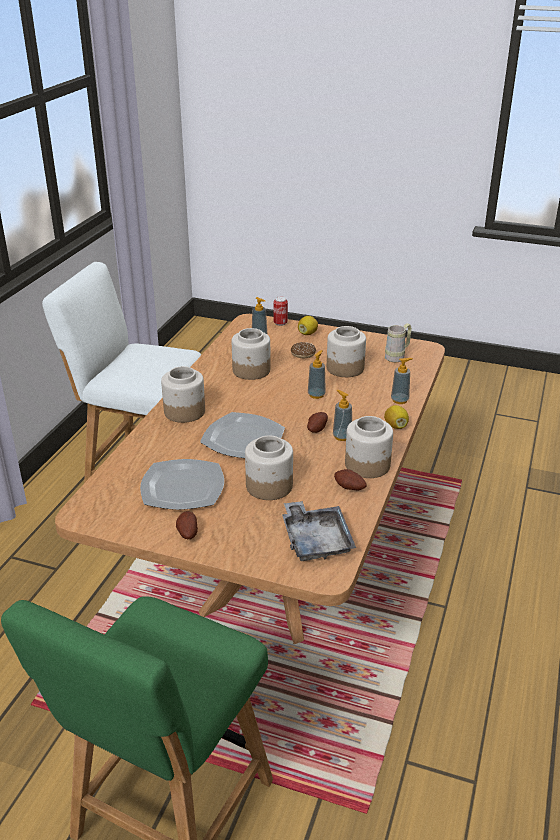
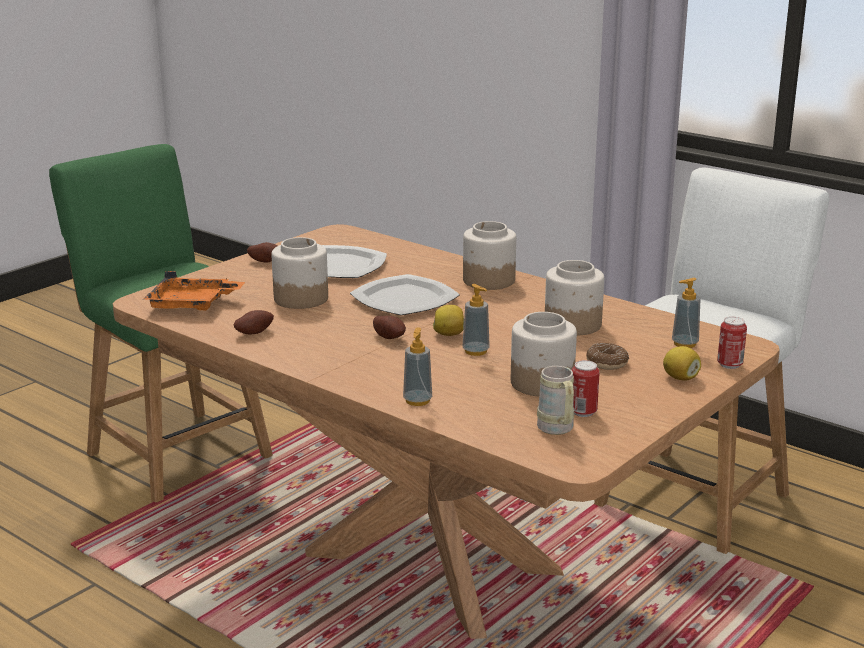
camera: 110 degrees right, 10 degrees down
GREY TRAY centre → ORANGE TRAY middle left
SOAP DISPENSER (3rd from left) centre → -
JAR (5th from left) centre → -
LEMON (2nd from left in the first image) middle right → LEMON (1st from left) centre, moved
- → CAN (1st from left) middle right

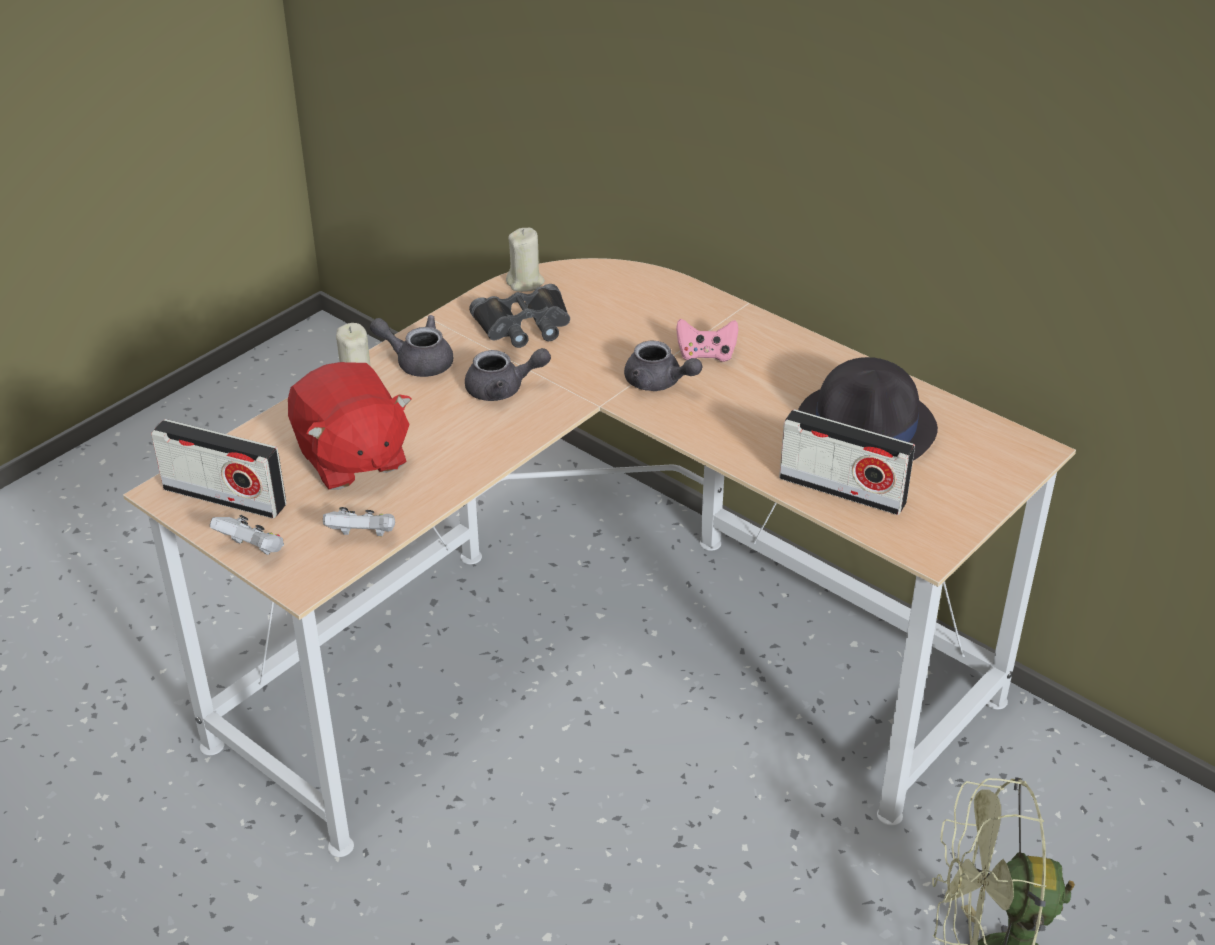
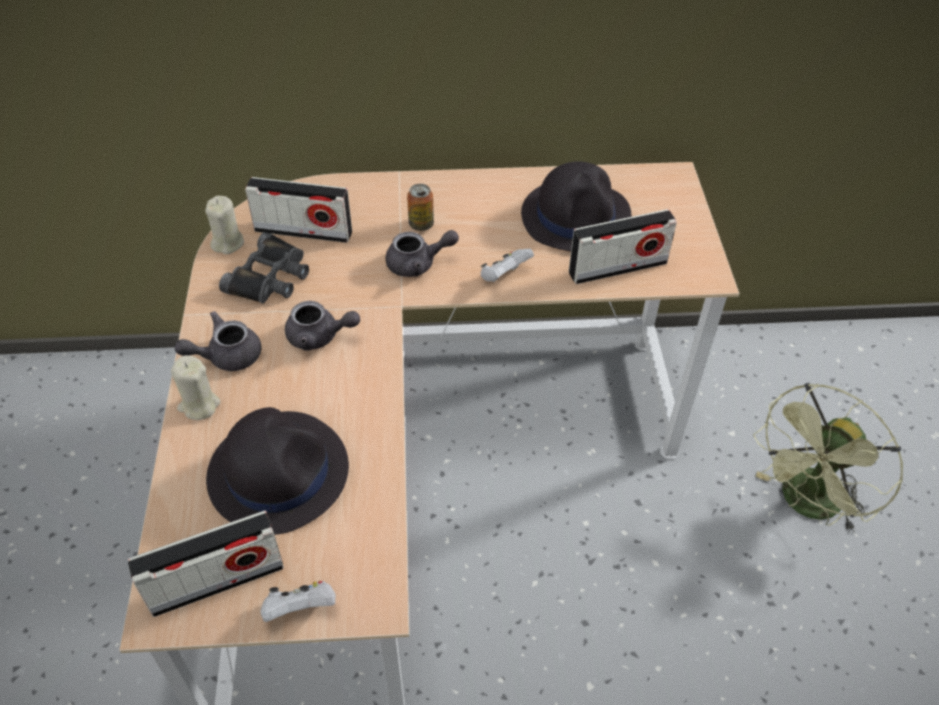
camera: 45 degrees left, 10 degrees up
RED PLUSH TOY middle left → BLACK HAT (1st from left) bottom left
WHITE GAME CONTROLLER (2nd from left) middle left → WHITE GAME CONTROLLER (2nd from left) centre, moved
GREY TEAPOT (2nd from left) centre, 60 degrees clockwise
PINK GAME CONTROLLER centre → CAN top centre
- → RADIO (2nd from left) top left

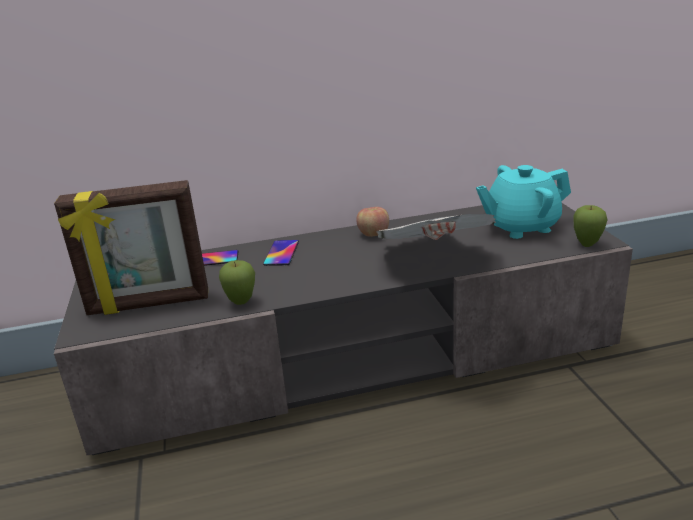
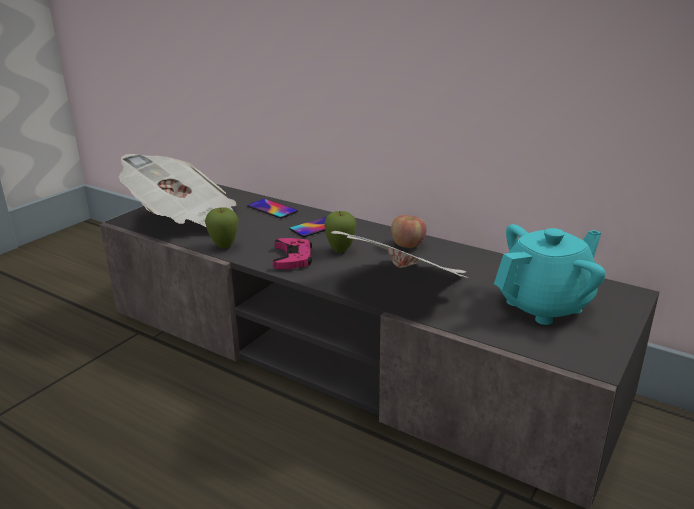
camera: 45 degrees right, 0 degrees up
PICTURE FRAME middle left → NEWSPAPER (1st from left) middle left
TURQUOISE TEAPOT middle right, 120 degrees clockwise
APPLE (3rd from left in the first image) middle right → APPLE (2nd from left) centre, moved
- → PINK GAME CONTROLLER centre

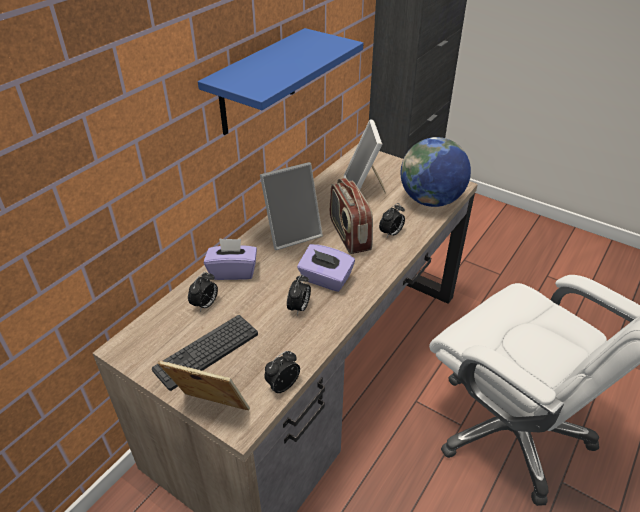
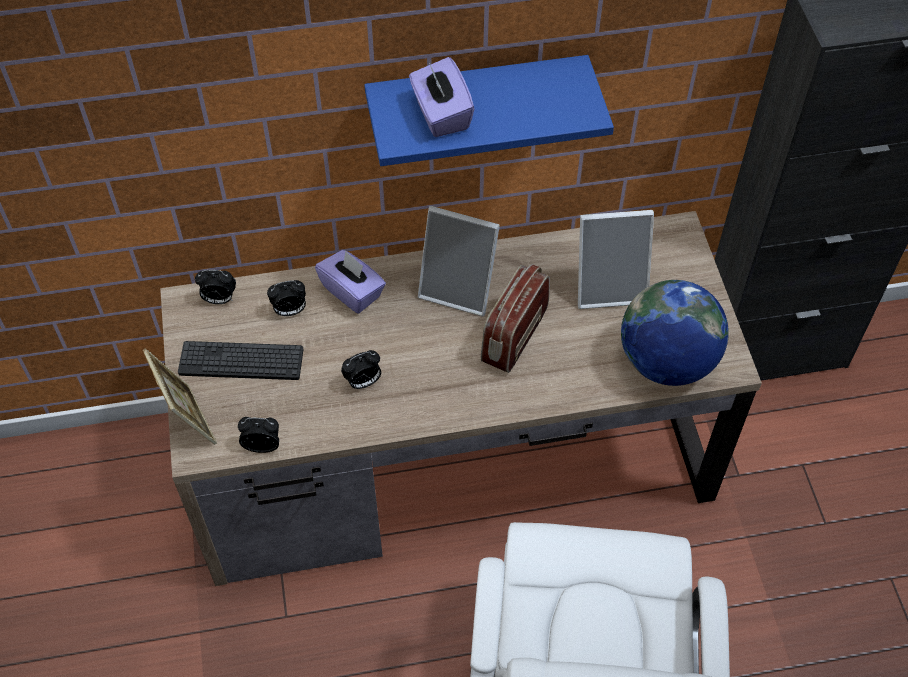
camera: 45 degrees right, 15 degrees up
PURPLE TISSUE BOX (2nd from left) centre → PURPLE TISSUE BOX (2nd from left) top centre, moved
PICTURE FRAME (3rd from left) top centre → PICTURE FRAME (3rd from left) middle right, 135 degrees counterclockwise
ALARM CLOCK (4th from left in the first image) centre → ALARM CLOCK (1st from left) middle left, moved

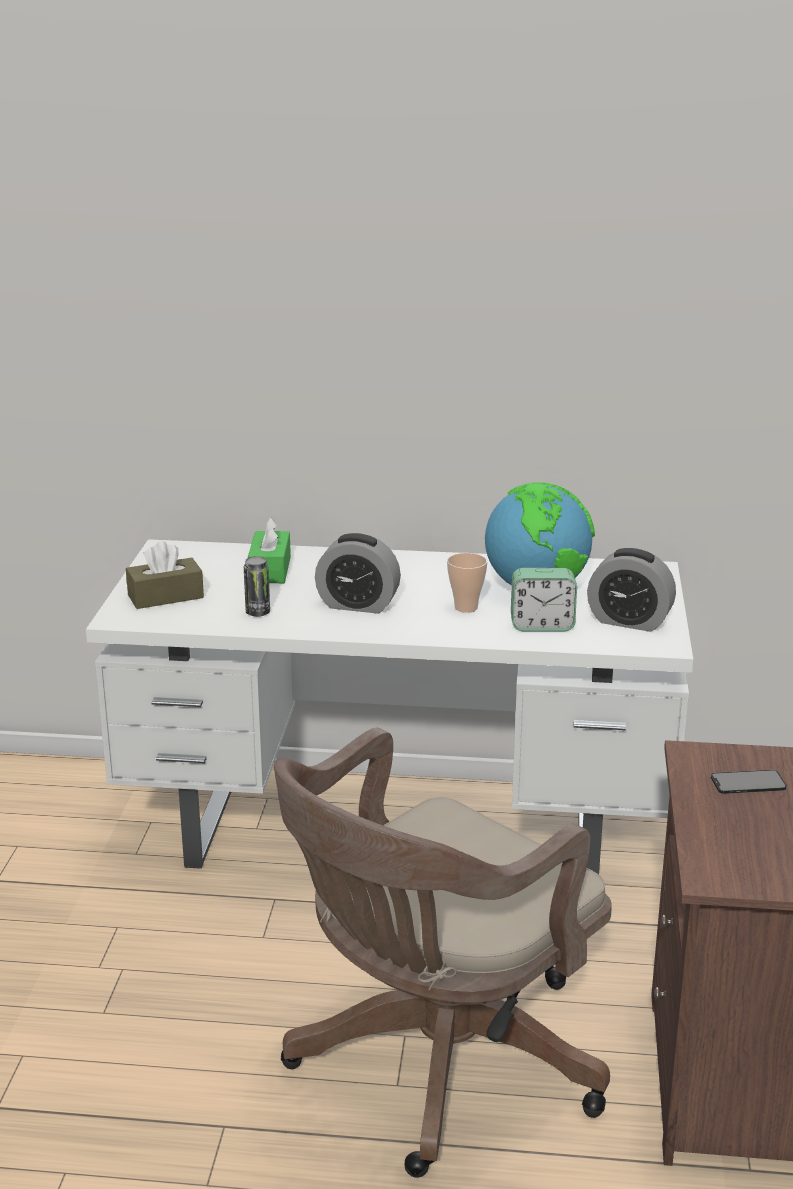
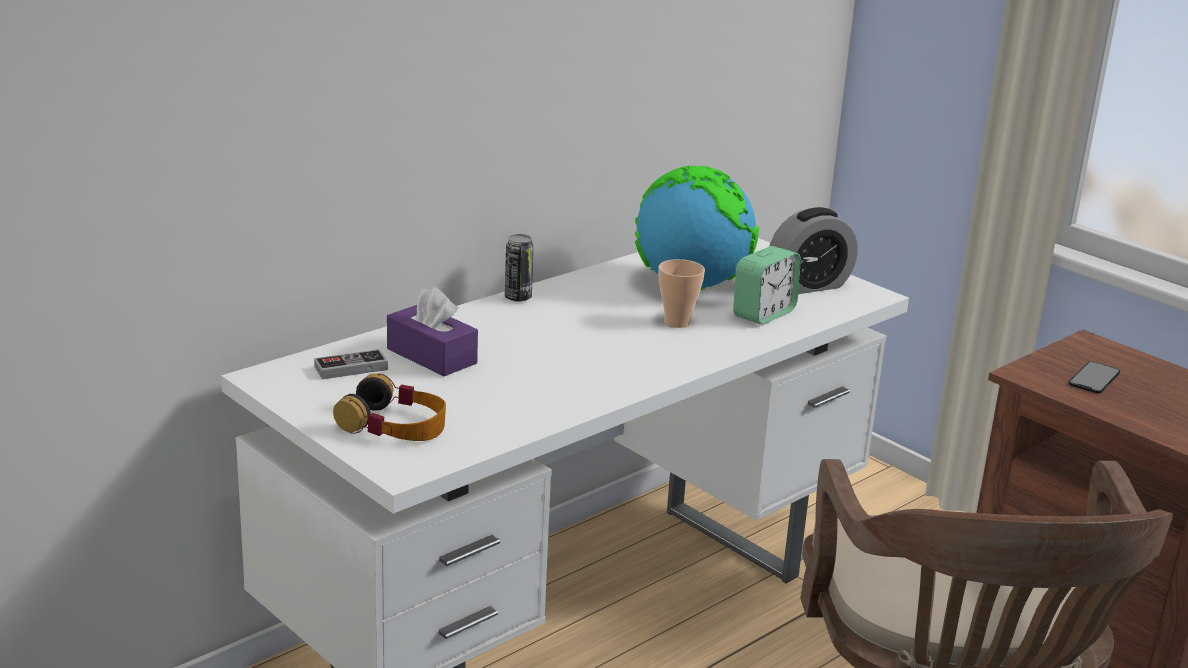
camera: 50 degrees left, 0 degrees up
BROWN TISSUE BOX middle left → HEADPHONES middle left
CAN middle left → CAN centre, moved
GREEN TISSUE BOX centre → PURPLE TISSUE BOX centre
ALARM CLOCK (1st from left) centre → -
- → GAME CONTROLLER middle left

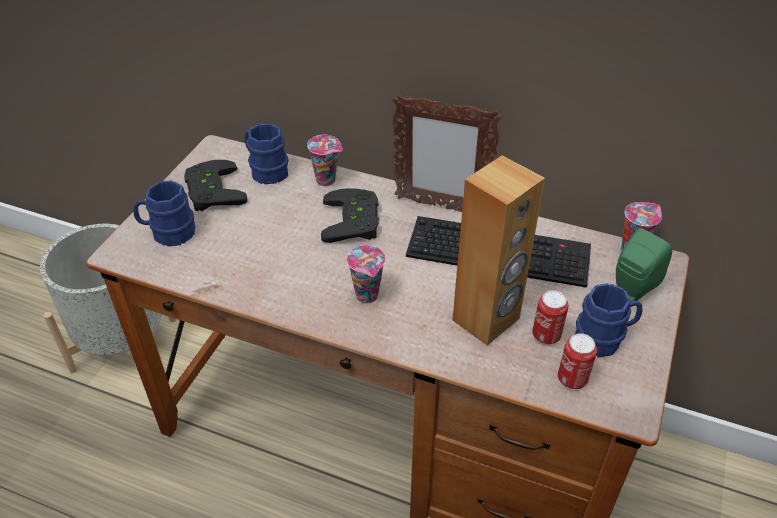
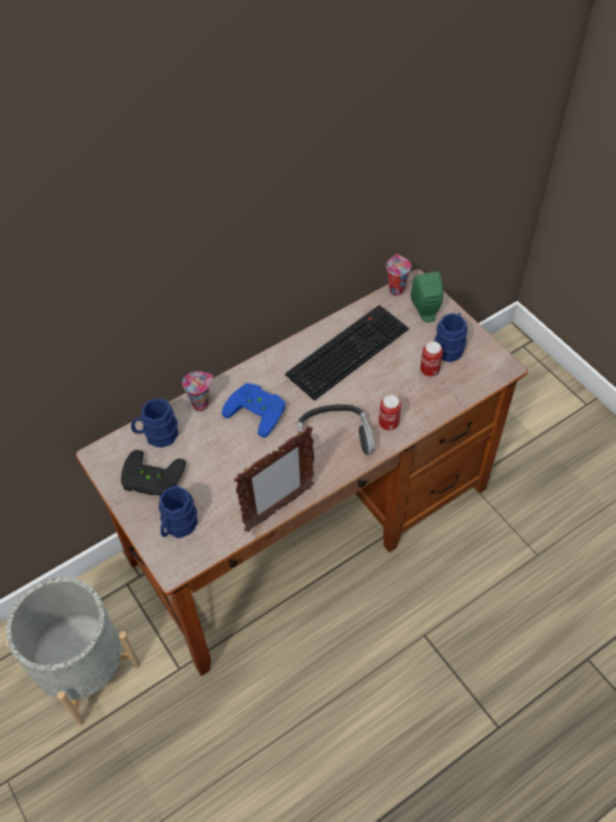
camera: 55 degrees left, 10 degrees up
BLACK GAME CONTROLLER (2nd from left) centre → BLUE GAME CONTROLLER centre
CUP (2nd from left) centre → HEADPHONES centre
PICTURE FRAME top centre → PICTURE FRAME centre, moved
BROWN SPEAKER centre → -
CAN (2nd from left in the first image) bottom right → CAN (1st from left) centre, moved

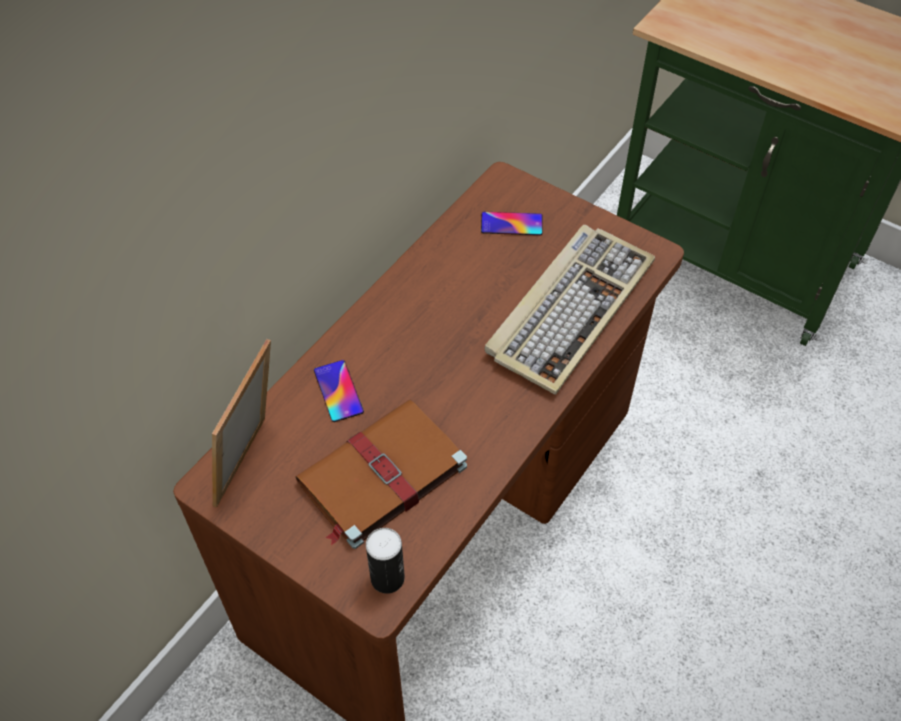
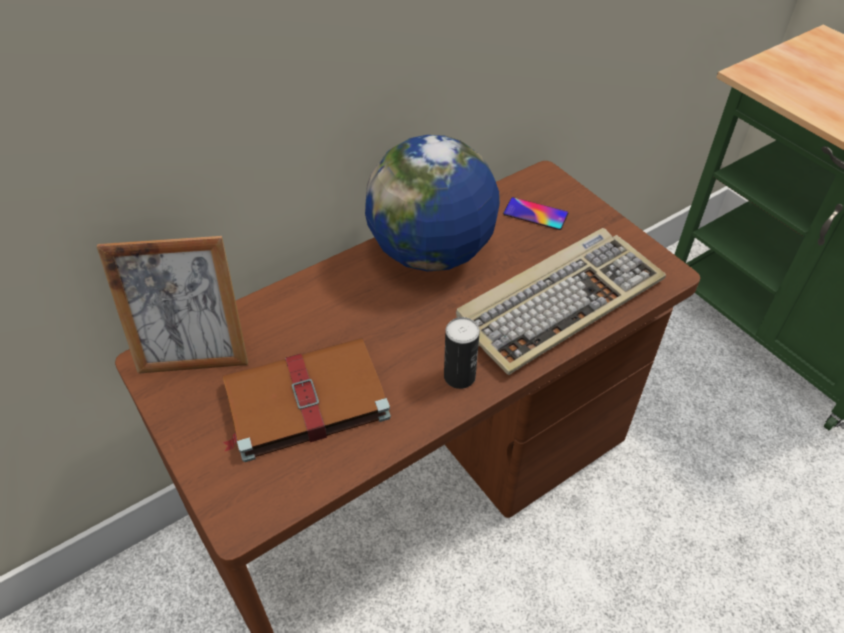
camera: 20 degrees right, 5 degrees down
PICTURE FRAME middle left, 135 degrees counterclockwise
PHONE (1st from left) centre → -
CAN bottom centre → CAN centre, moved
- → GLOBE top centre

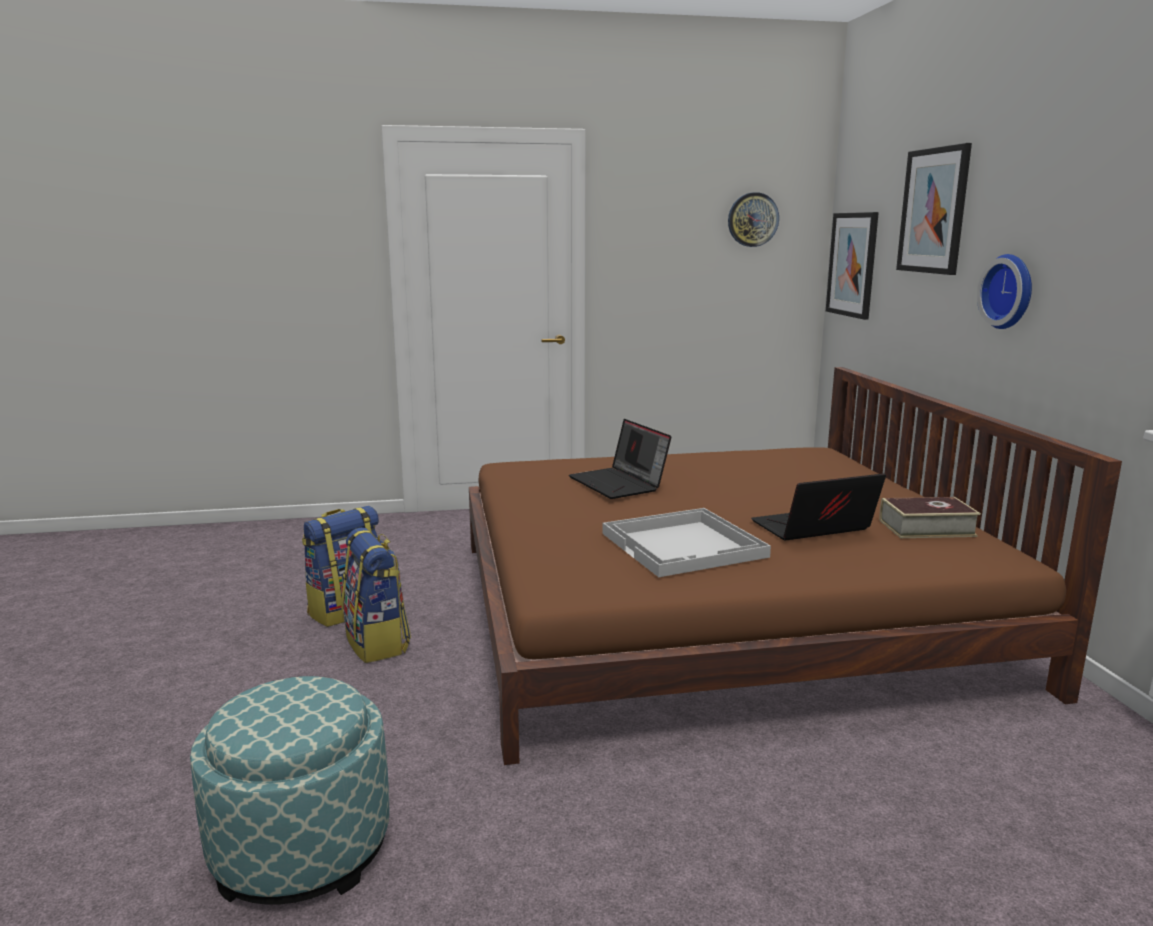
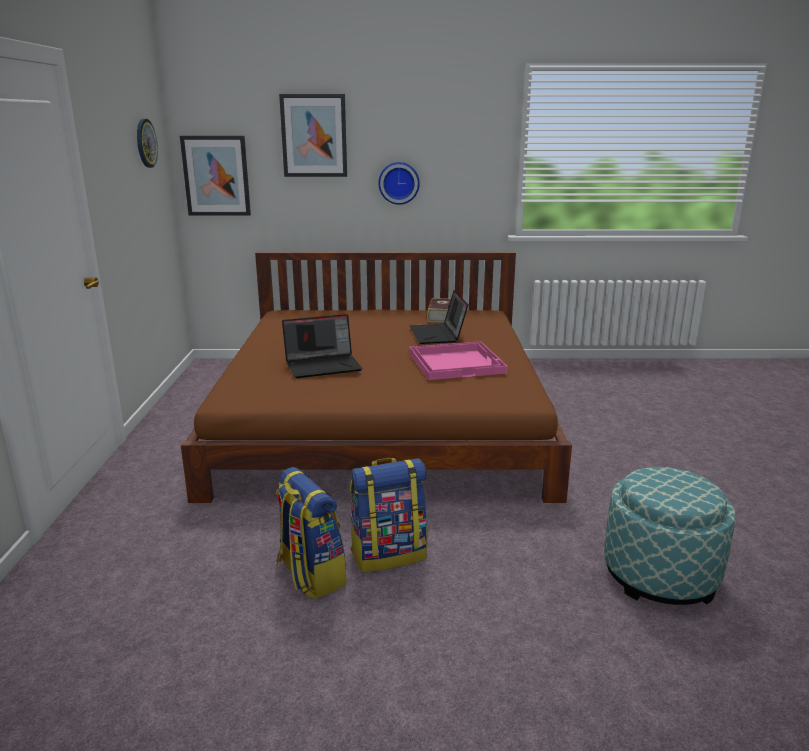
camera: 80 degrees left, 5 degrees up
WHITE TRAY centre → PINK TRAY centre

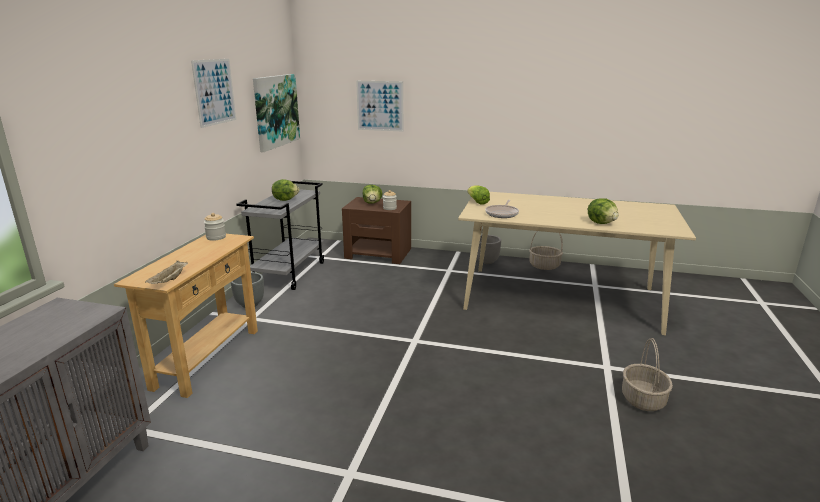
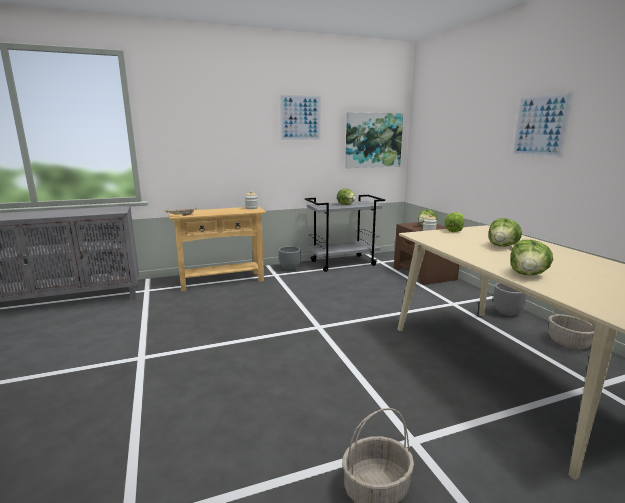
camera: 55 degrees right, 5 degrees down
PICTURE (3rd from left) top centre → PICTURE (3rd from left) top right, moved
FRYING PAN centre → -
- → LETTUCE (4th from left) middle right

